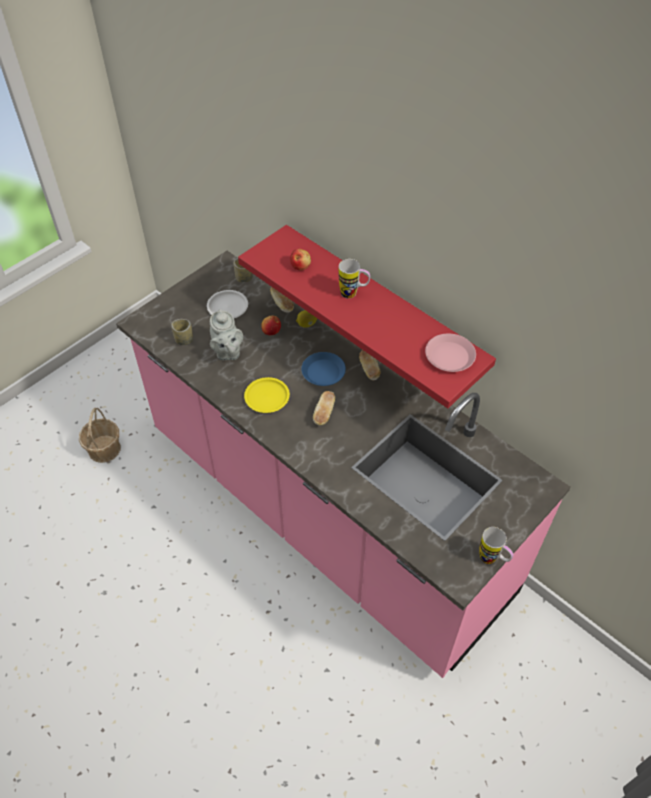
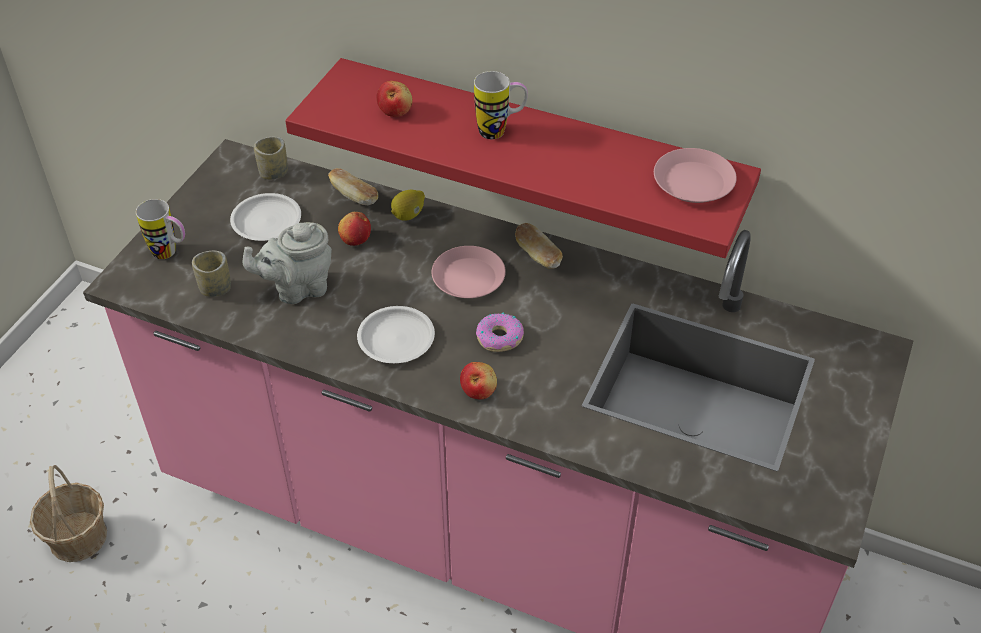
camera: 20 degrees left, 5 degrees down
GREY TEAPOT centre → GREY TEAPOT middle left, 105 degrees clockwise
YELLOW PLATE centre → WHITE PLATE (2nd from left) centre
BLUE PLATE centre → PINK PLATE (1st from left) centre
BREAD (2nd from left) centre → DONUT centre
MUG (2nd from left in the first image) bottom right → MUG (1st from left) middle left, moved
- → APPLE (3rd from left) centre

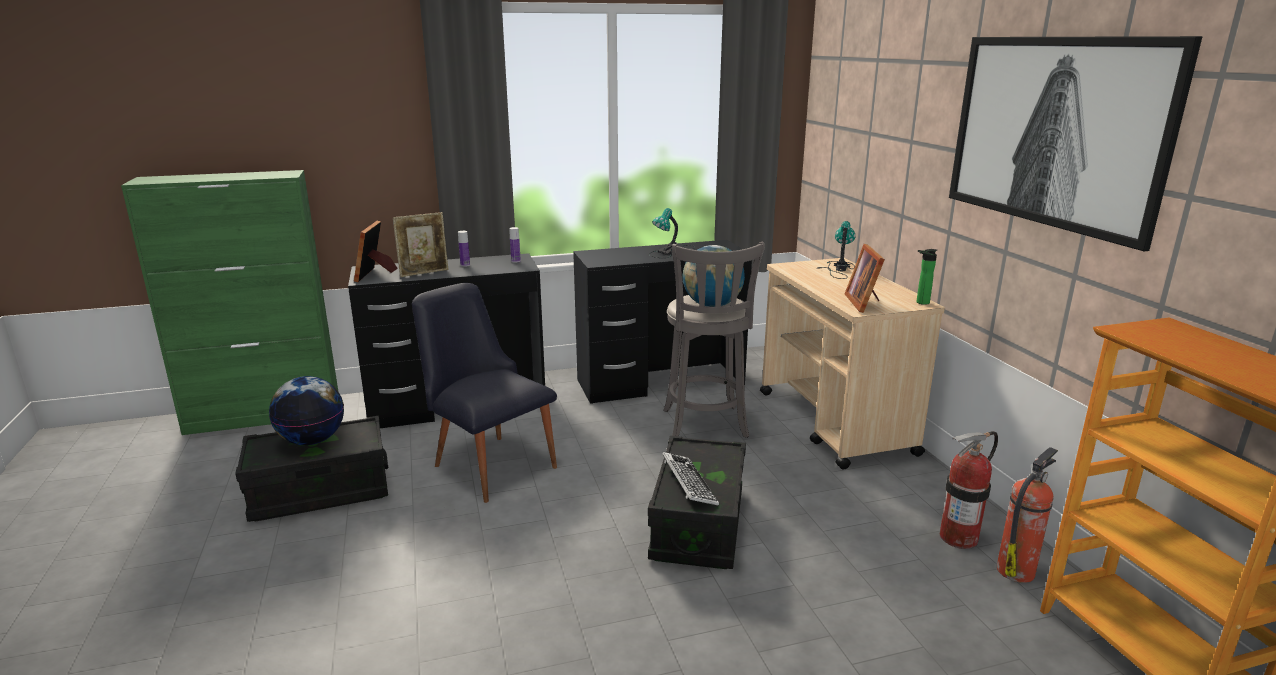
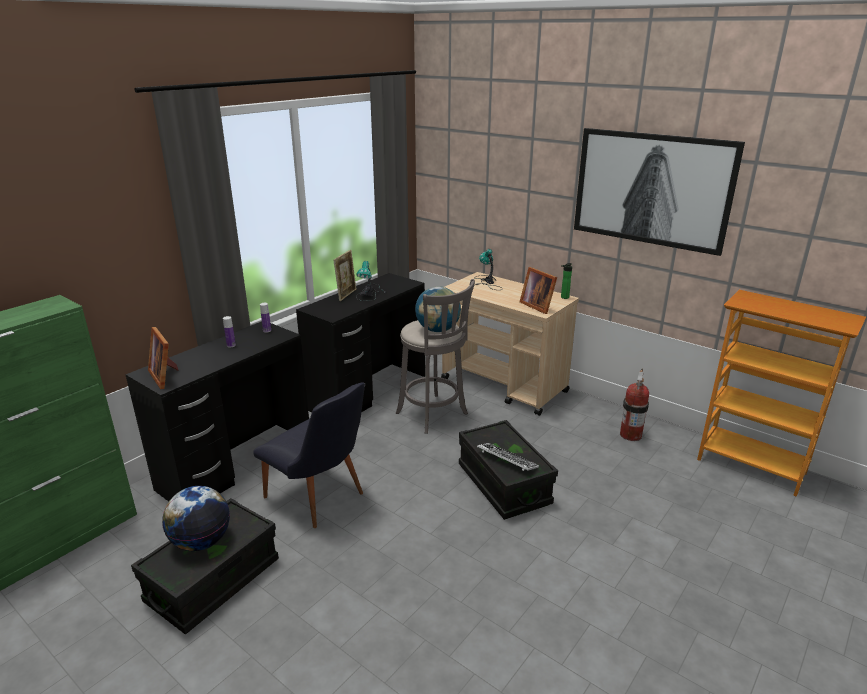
camera: 35 degrees left, 5 degrees up
PICTURE FRAME (2nd from left) middle left → PICTURE FRAME (2nd from left) centre, moved
BLACK CHAIR centre, 150 degrees counterclockwise
FIRE EXTINGUISHER (2nd from left) bottom right → -

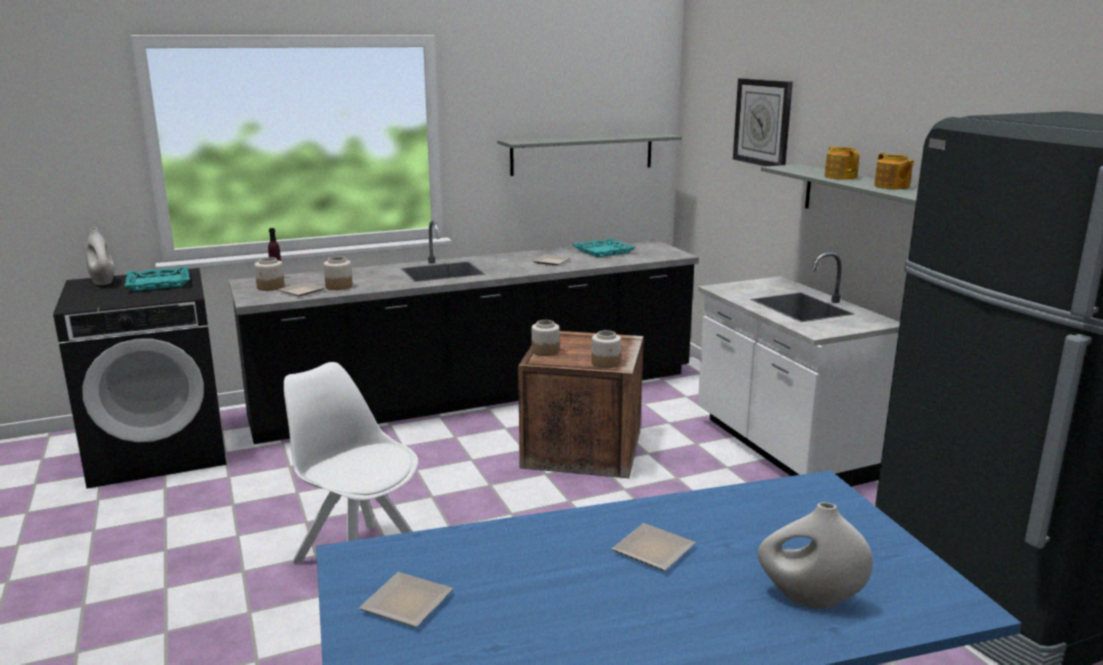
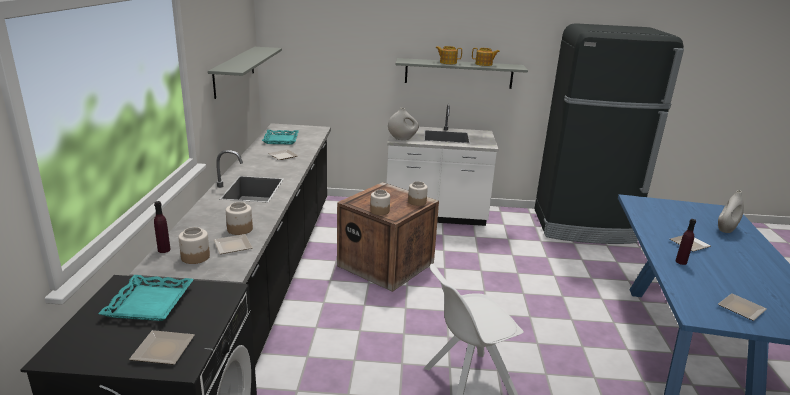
camera: 65 degrees left, 5 degrees up
WHITE VASE (1st from left) middle left → WHITE VASE (1st from left) top centre, moved
WALL CLOCK top right → -
- → PLATE (1st from left) bottom left
- → PURPLE BOTTLE (2nd from left) middle right

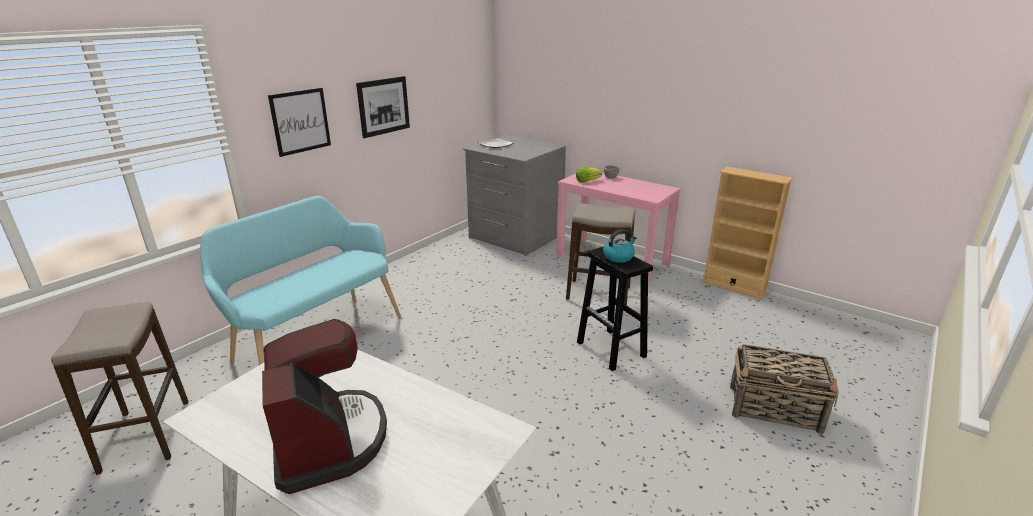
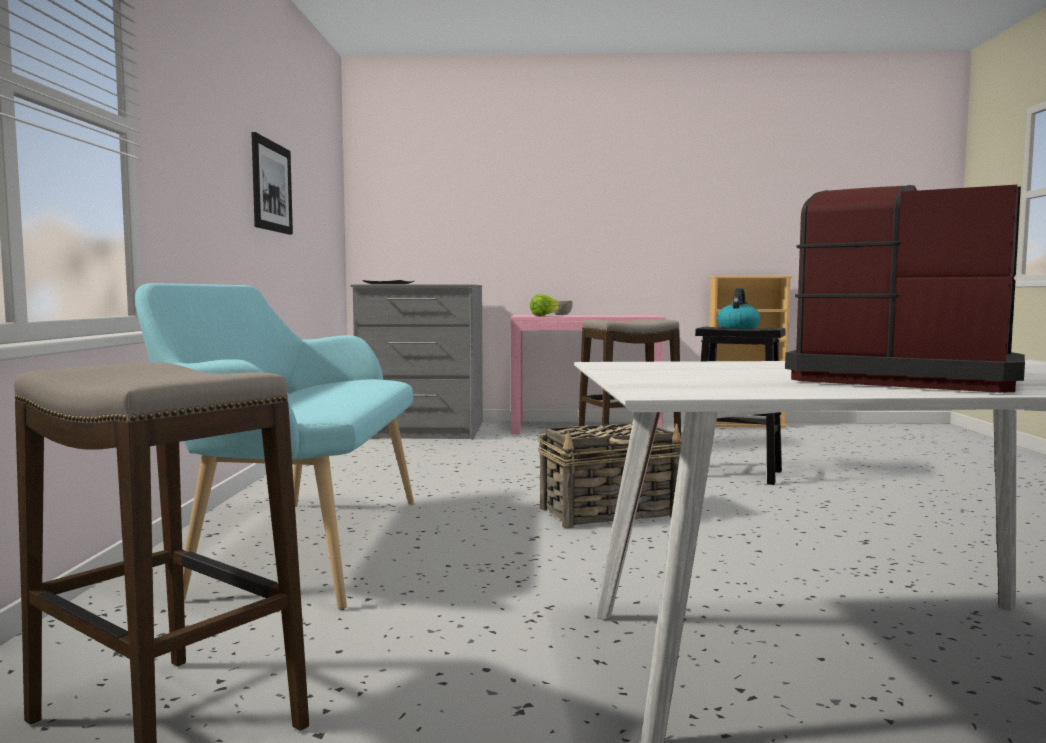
camera: 35 degrees left, 20 degrees down
PICTURE (1st from left) top left → -
BASKET bottom right → BASKET centre, moved

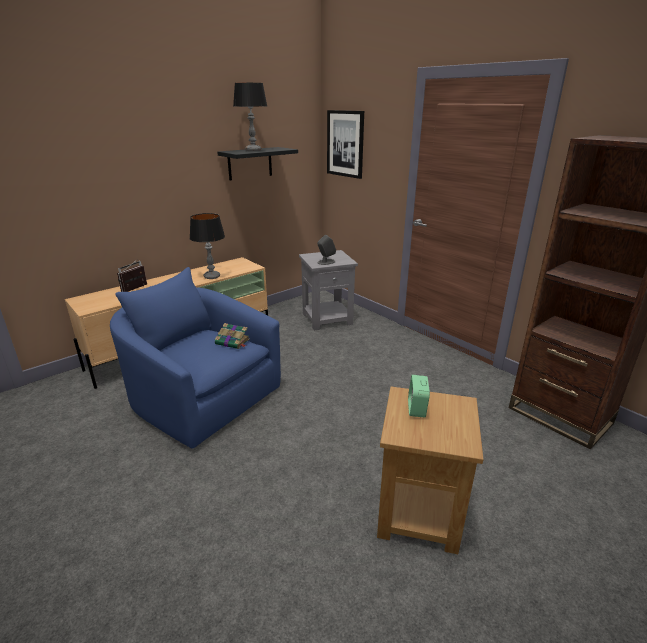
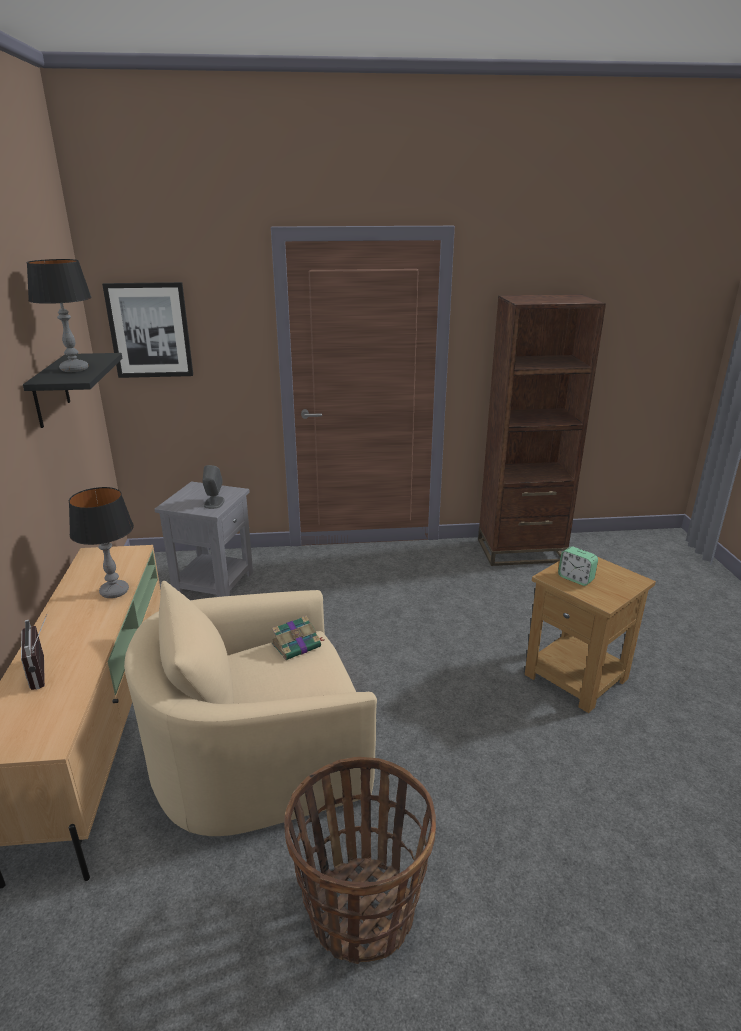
camera: 55 degrees left, 0 degrees up
BLUE ARMCHAIR middle left → BEIGE ARMCHAIR bottom centre
- → BASKET bottom centre

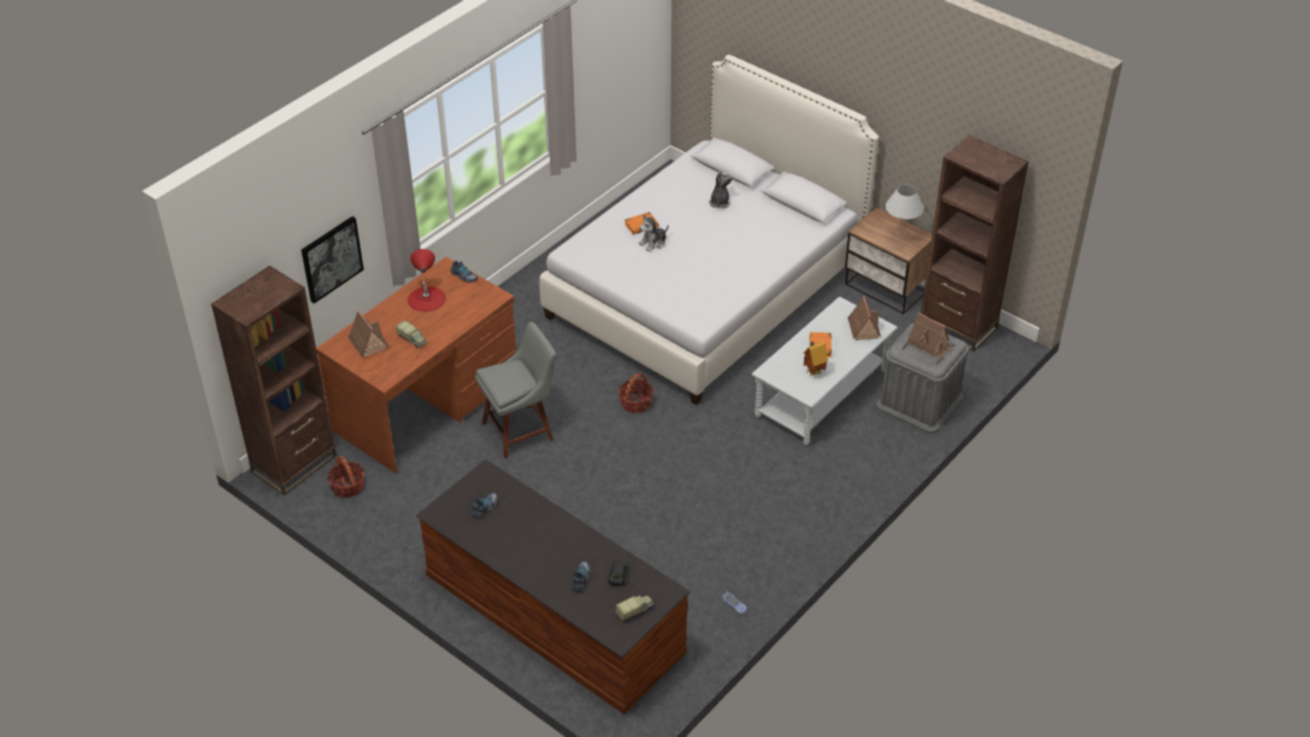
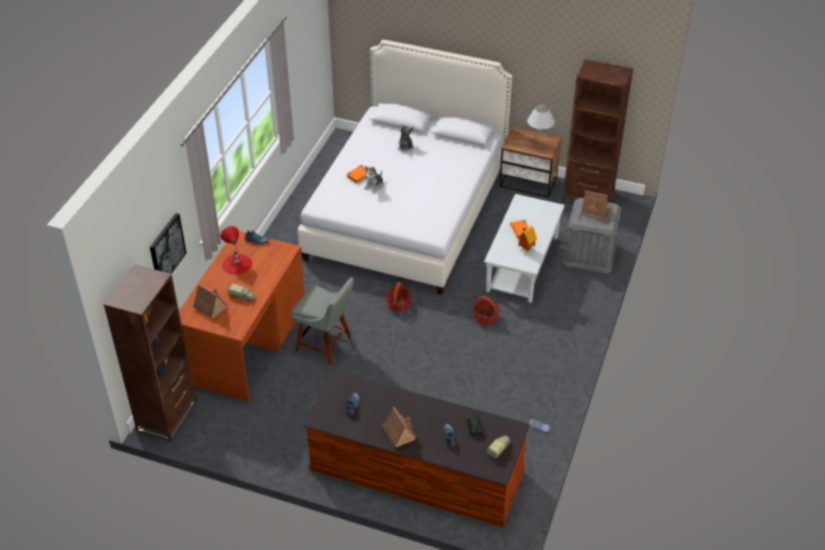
camera: 20 degrees left, 0 degrees up
BASKET (1st from left in the first image) middle left → BASKET (2nd from left) centre, moved
GREY CHAIR centre, 75 degrees clockwise
TOY HOUSE (3rd from left in the first image) centre → TOY HOUSE (2nd from left) bottom centre, moved

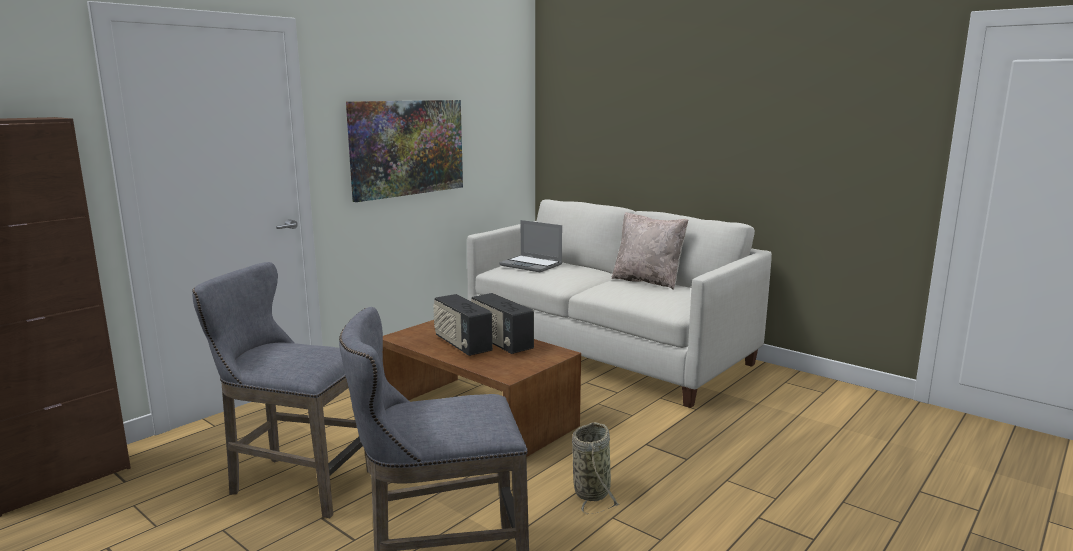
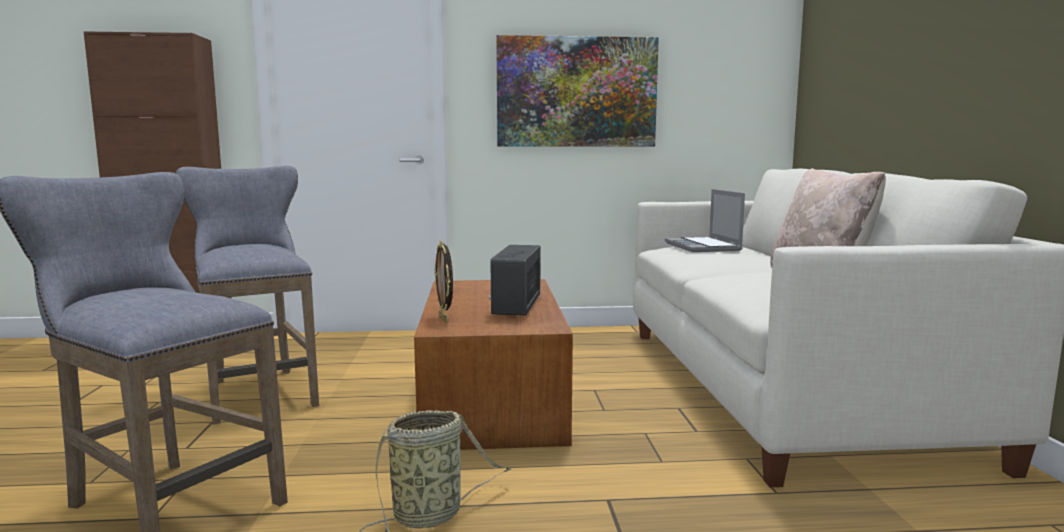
camera: 45 degrees right, 5 degrees down
RADIO (1st from left) centre → -
- → PICTURE FRAME centre

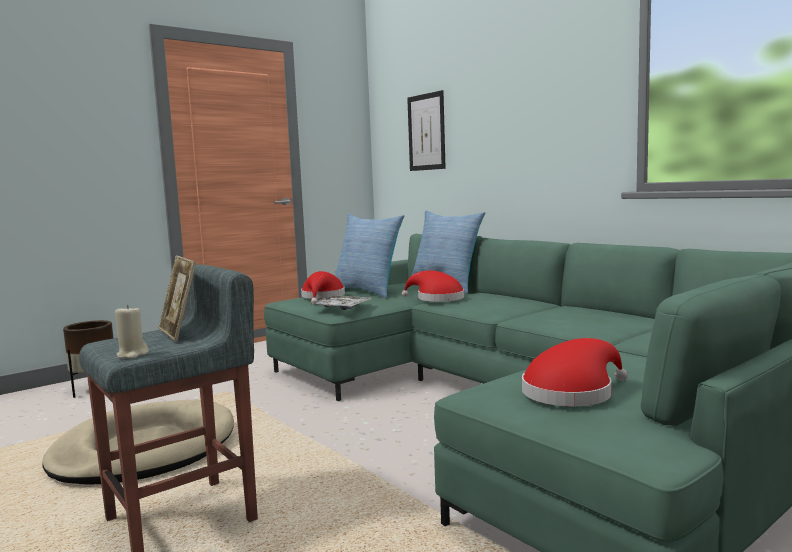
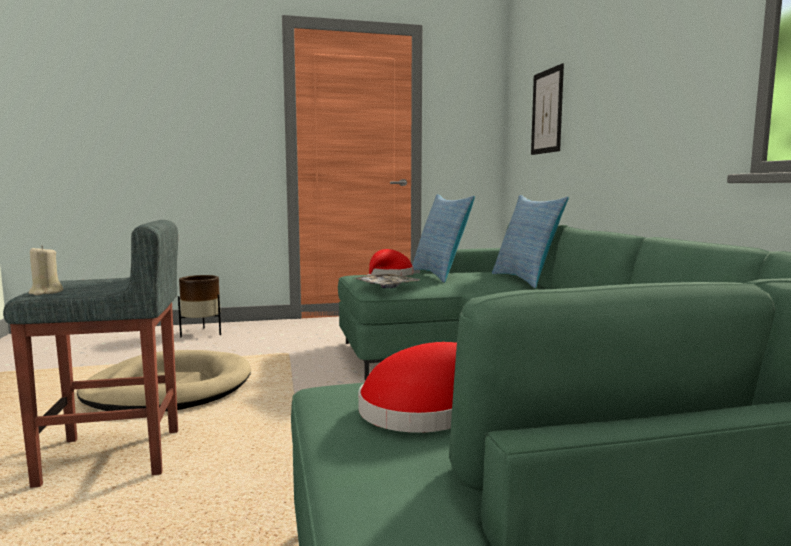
camera: 25 degrees right, 0 degrees up
PICTURE FRAME middle left → -
RED HAT (2nd from left) centre → -

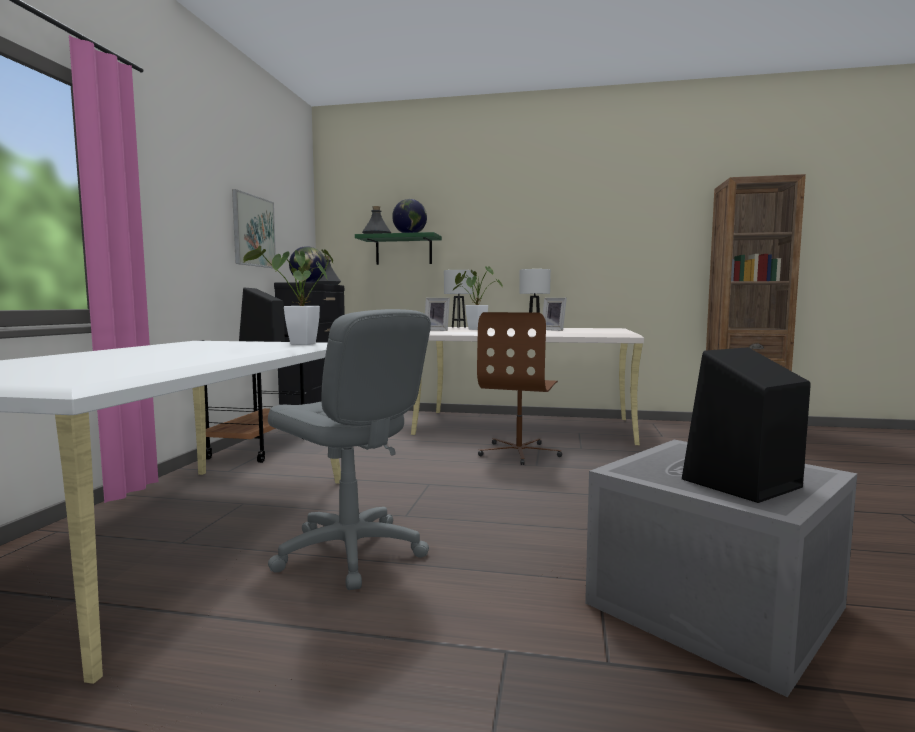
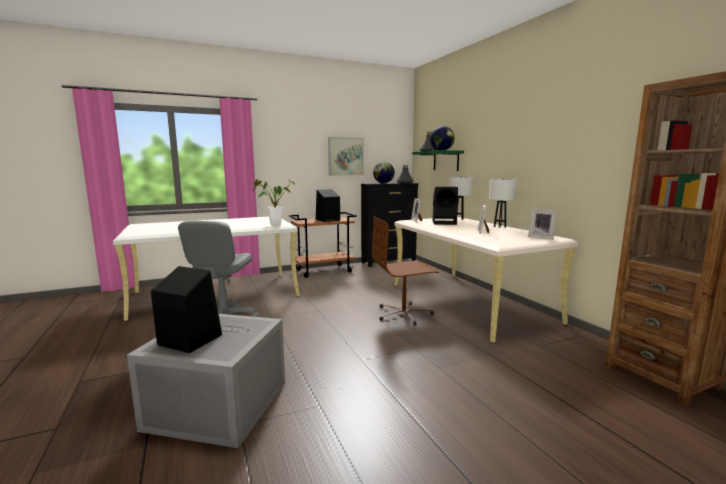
camera: 55 degrees right, 5 degrees up
POTTED PLANT (2nd from left) centre → BLACK SPEAKER (3rd from left) centre
- → PICTURE FRAME (3rd from left) middle right

